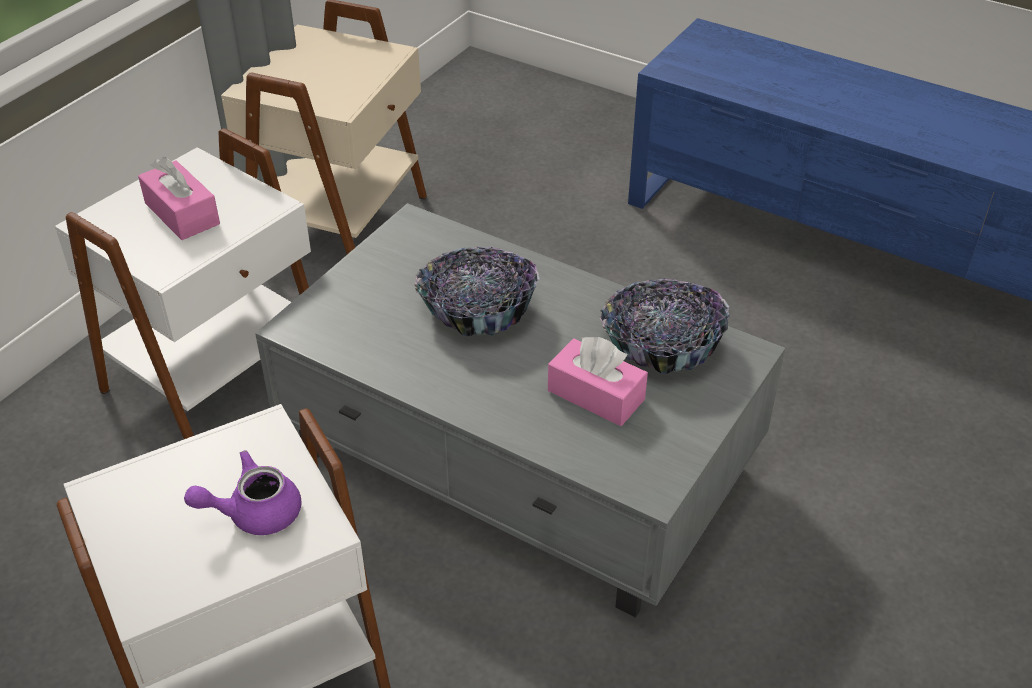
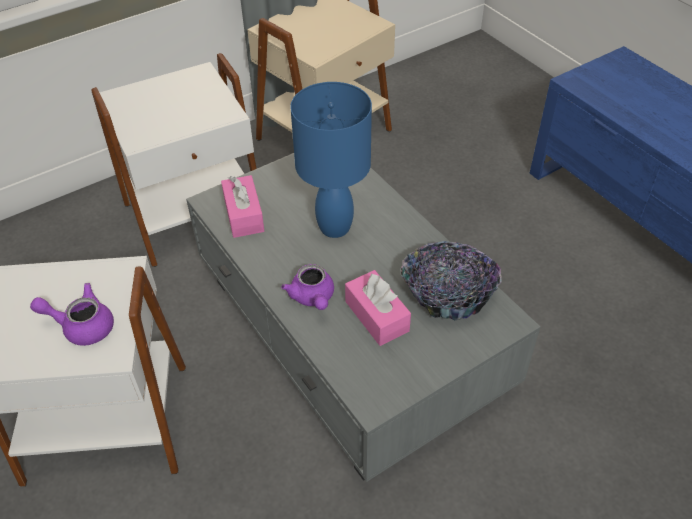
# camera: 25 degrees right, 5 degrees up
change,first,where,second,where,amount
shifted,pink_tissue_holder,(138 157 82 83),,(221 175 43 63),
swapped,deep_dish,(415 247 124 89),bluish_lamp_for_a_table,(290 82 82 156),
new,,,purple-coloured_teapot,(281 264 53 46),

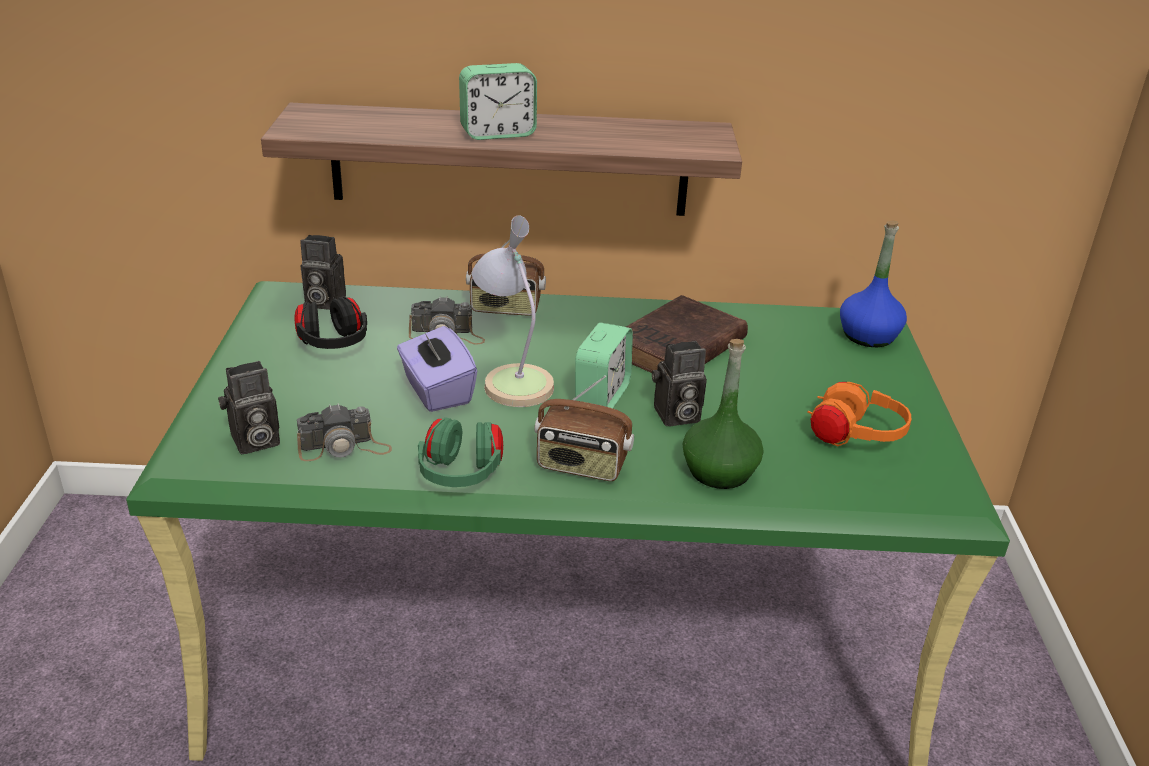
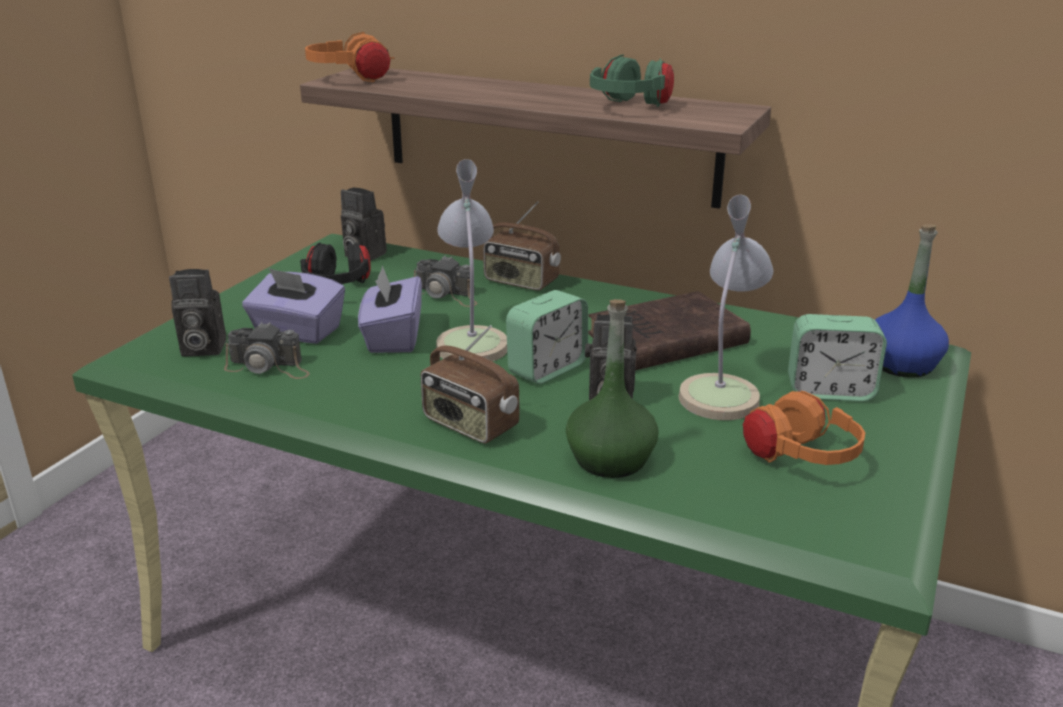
# camera: 25 degrees right, 5 degrees down
change,first,where,second,where,amount
shifted,bedside_clock,(459 63 78 77),,(788 314 99 88),
shifted,green-coloured_headphones,(418 417 85 70),,(590 55 84 52),
new,,,orangey_headphones,(305 32 89 50),
new,,,lamp_for_a_table,(679 195 94 225),
new,,,purple-coloured_tissue_holder,(242 268 103 76),

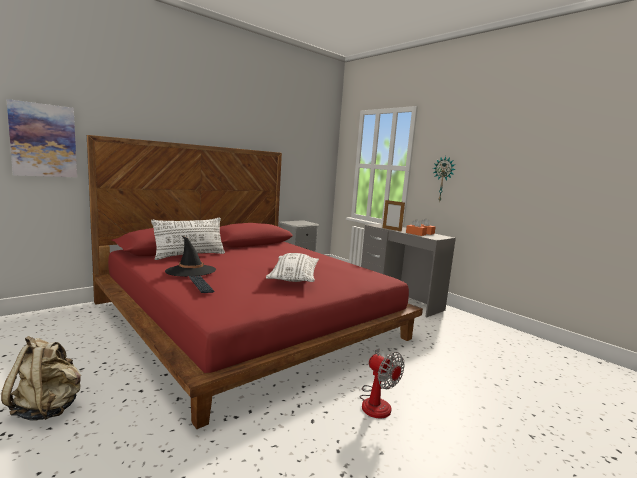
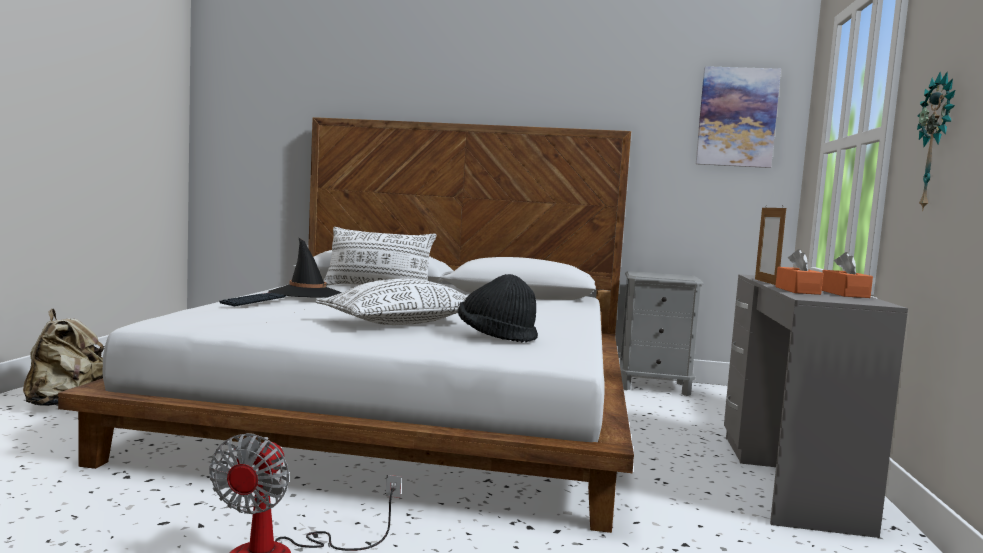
# camera: 50 degrees right, 5 degrees down
change,first,where,second,where,amount
shifted,picture,(6 99 71 78),,(696 66 85 102),
repainted,red_sleeping_bed,(87 135 336 294),white-coloured_sleeping_bed,(58 117 576 416),
new,,,blackish_wearable_hat,(458 274 80 69),

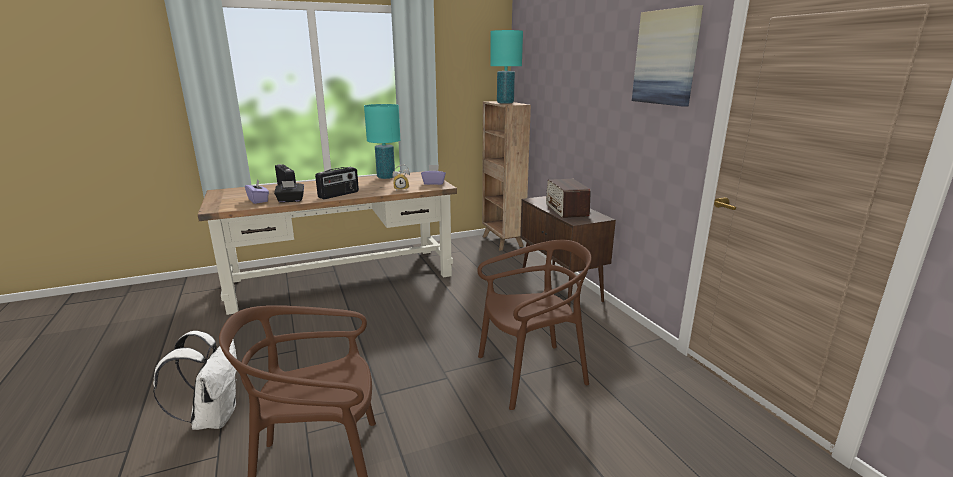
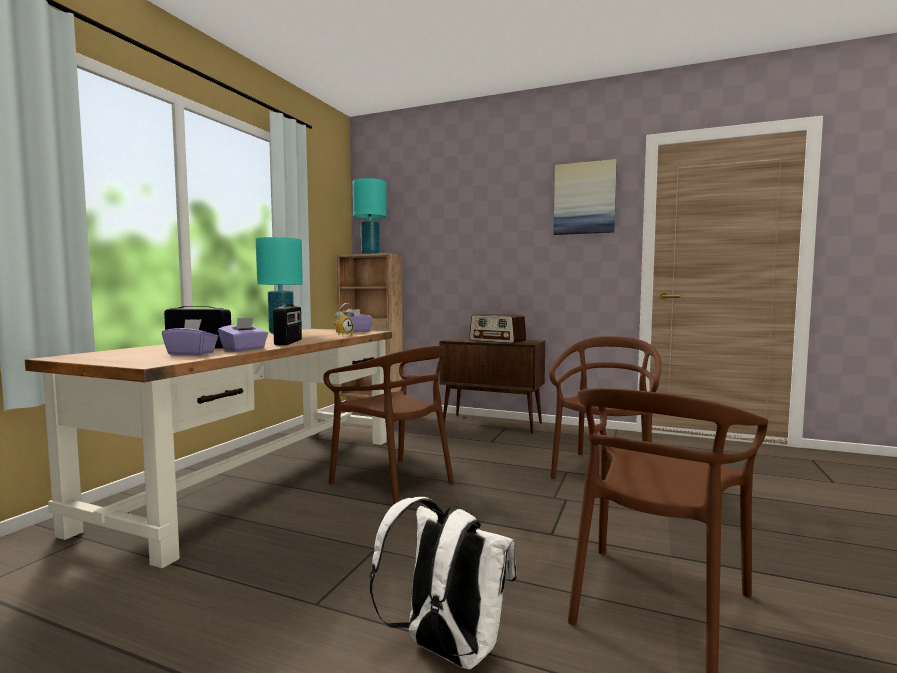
# camera: 45 degrees left, 15 degrees down
change,first,where,second,where,amount
repainted,blackish_tissue_holder,(274 181 30 22),purple-coloured_tissue_holder,(218 317 50 34),
new,,,brown_chair,(323 346 131 159),

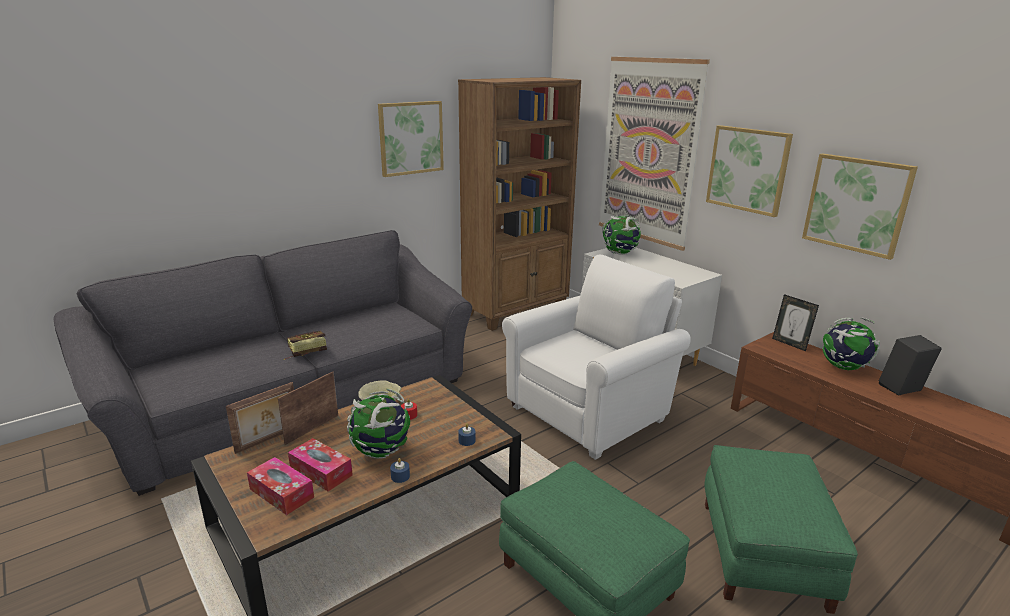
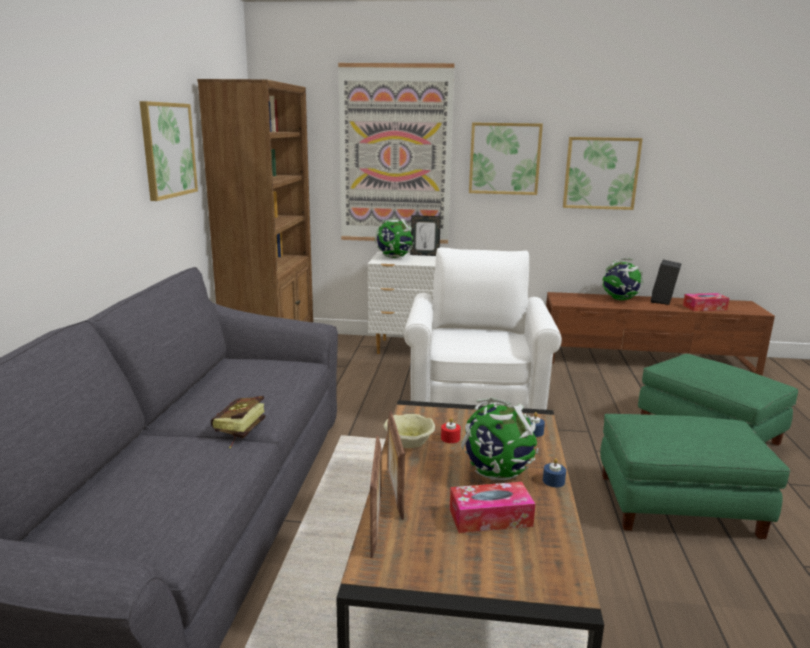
# camera: 45 degrees left, 5 degrees down
change,first,where,second,where,amount
shifted,picture_frame,(772 294 47 57),,(410 215 31 41),
shifted,tissue_holder,(247 457 67 58),,(683 293 46 18),

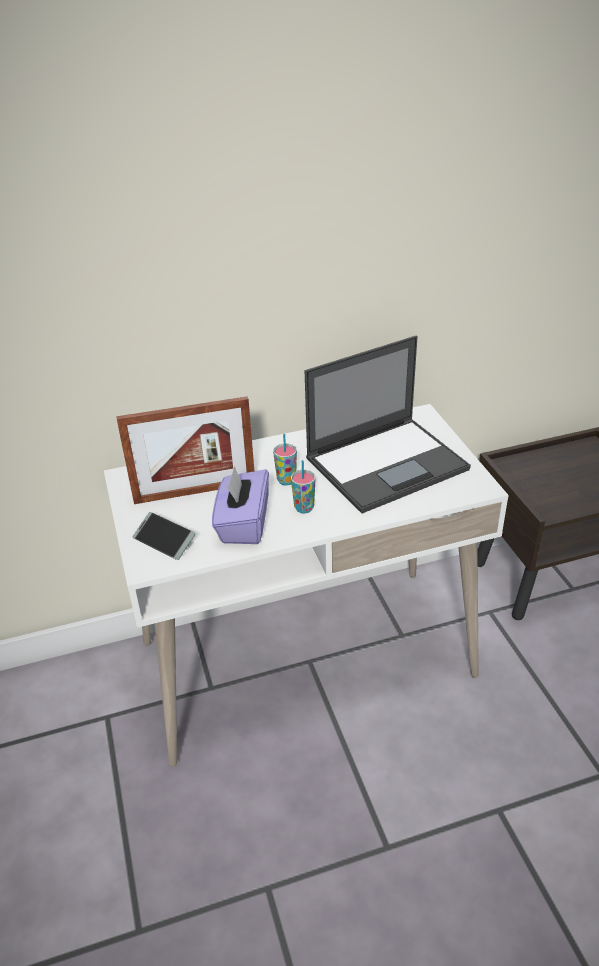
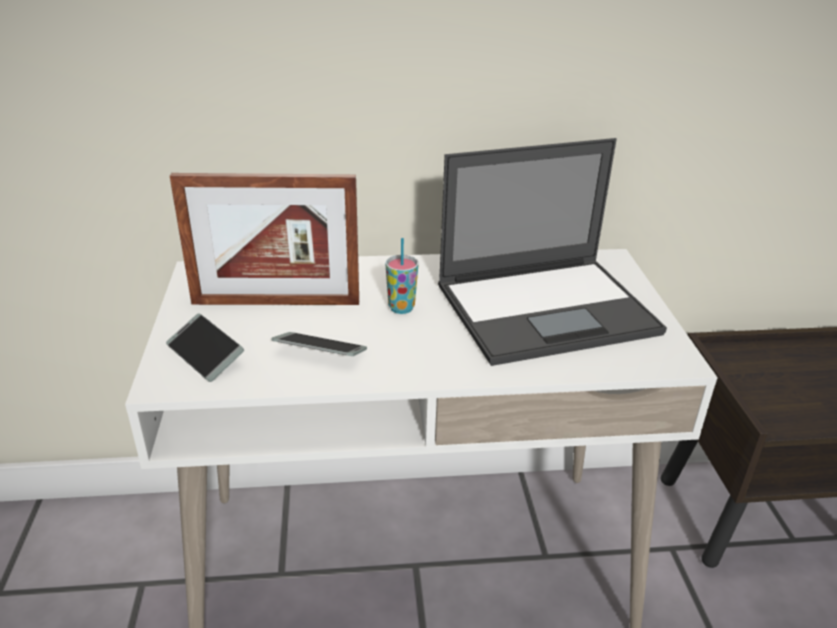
# camera: 10 degrees right, 5 degrees down
change,first,where,second,where,amount
gone,cup,(291 460 24 53),,,
swapped,purple-coloured_tissue_holder,(212 466 57 78),phone,(271 332 96 24),

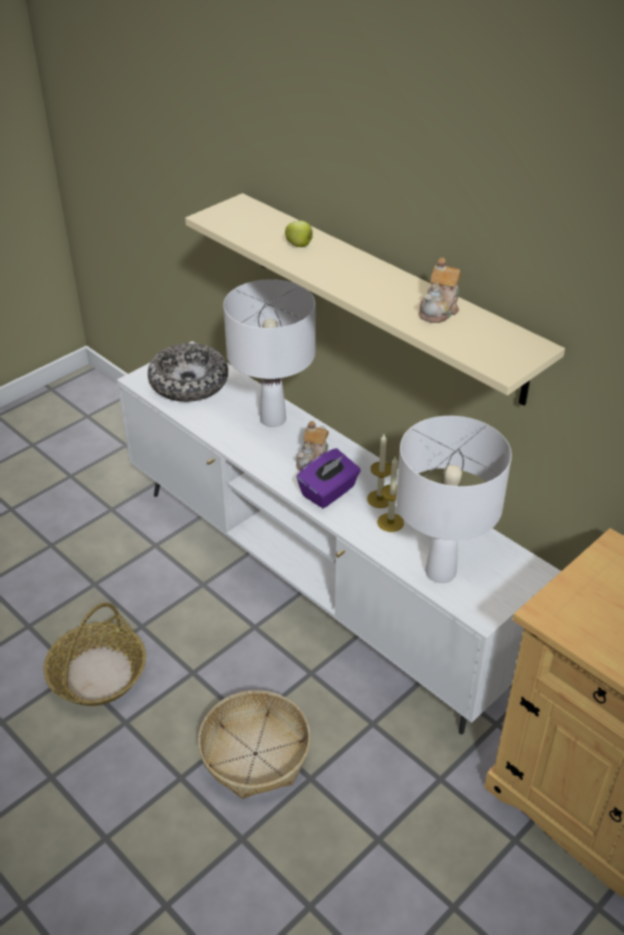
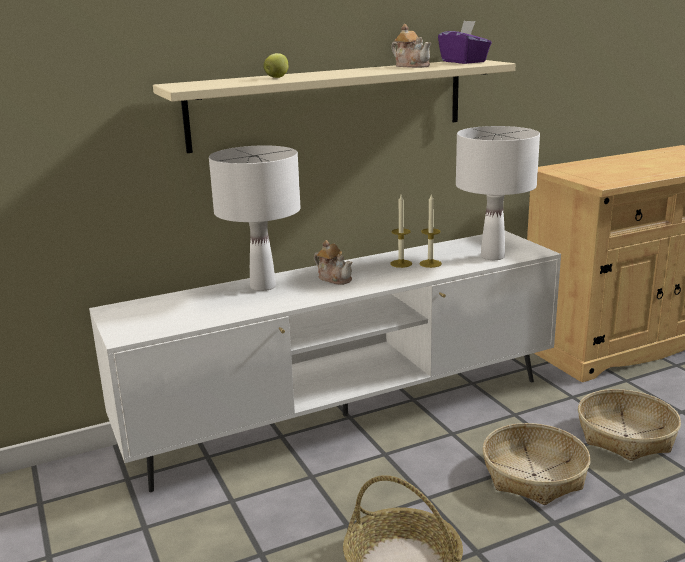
# camera: 70 degrees left, 20 degrees down
change,first,where,second,where,amount
gone,deep_dish,(148 343 80 59),,,
shifted,purple-coloured_tissue_holder,(297 448 64 60),,(438 21 54 43),
new,,,storage_basket,(578 389 103 72),

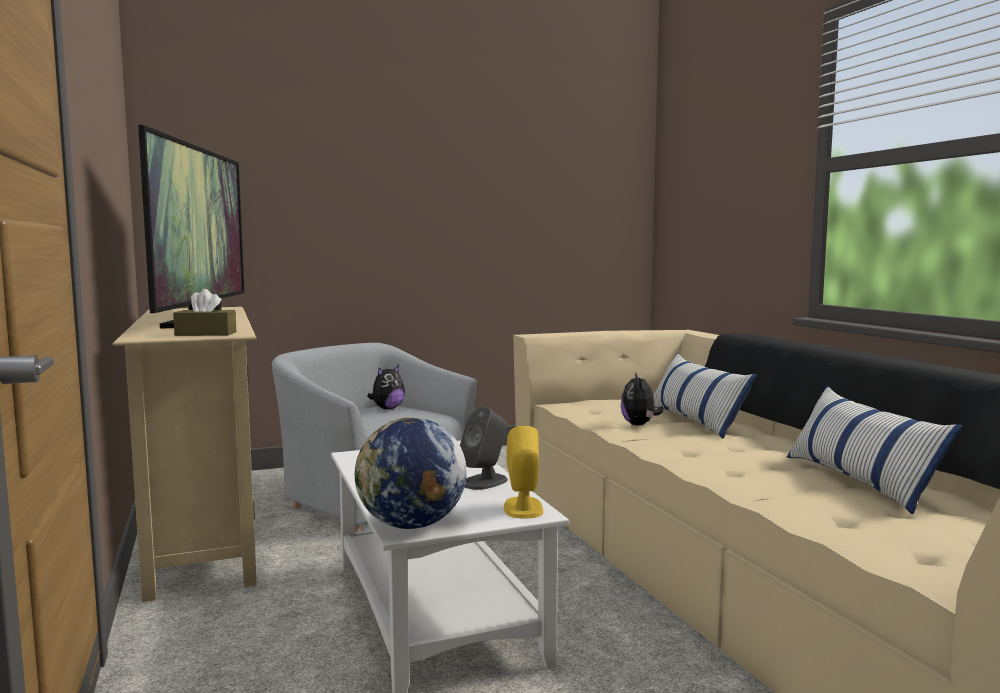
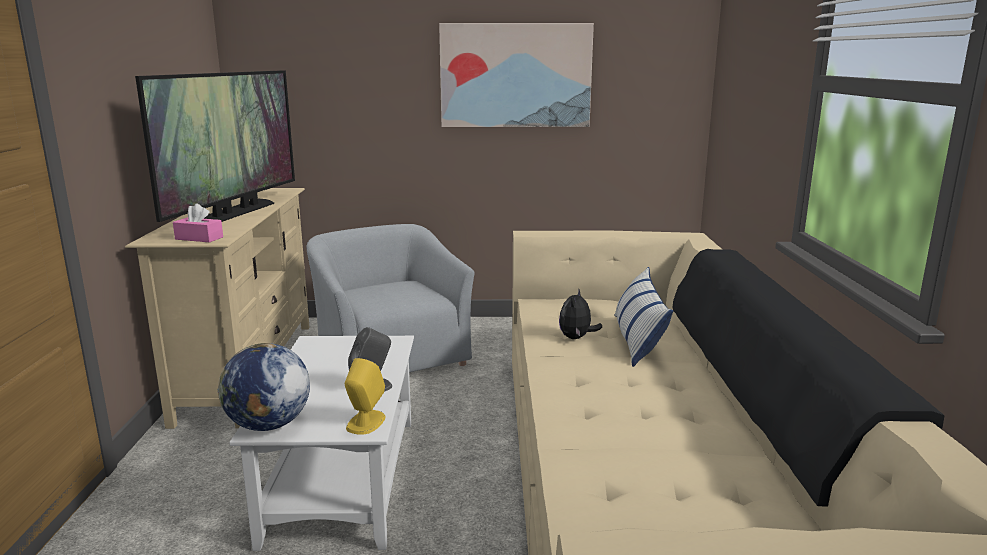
# camera: 20 degrees right, 10 degrees up
change,first,where,second,where,amount
repainted,brown_tissue_holder,(173 289 63 47),pink_tissue_holder,(173 204 50 38),
gone,soft_toy,(367 365 38 44),,,
gone,pillow,(787 386 175 128),,,
new,,,picture,(439 23 155 104),

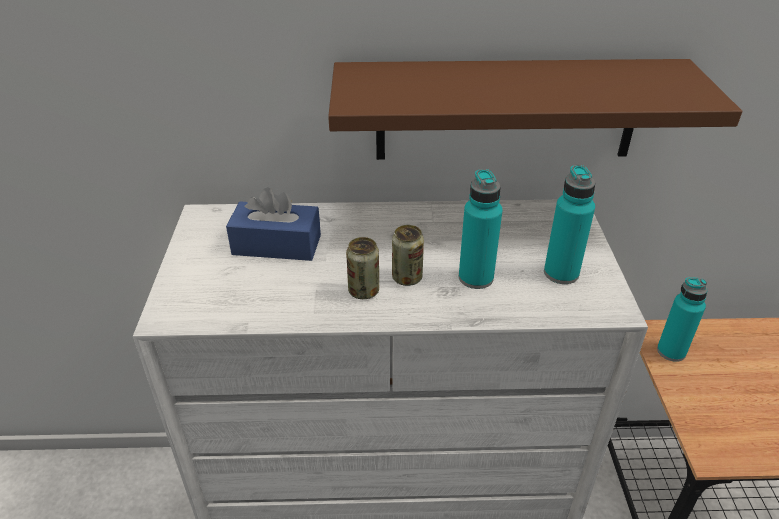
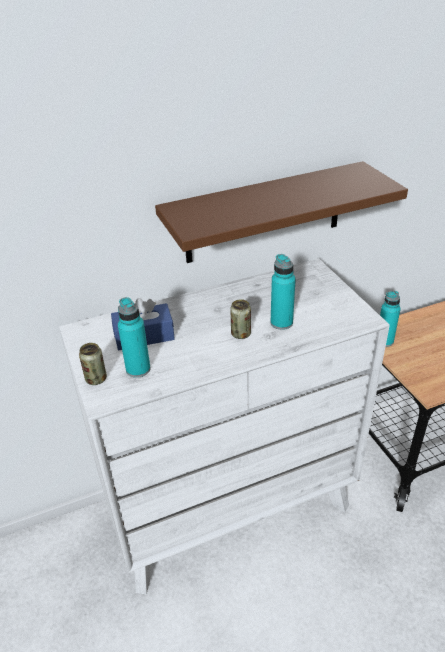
# camera: 20 degrees left, 0 degrees up
change,first,where,second,where,amount
shifted,turquoise-coloured_bottle,(544 165 51 119),,(118 297 32 81),
shifted,metal_can,(346 237 33 62),,(79 343 28 42),

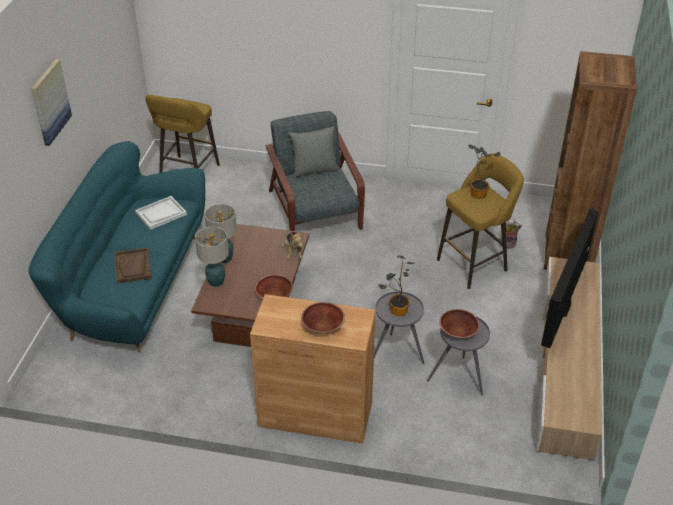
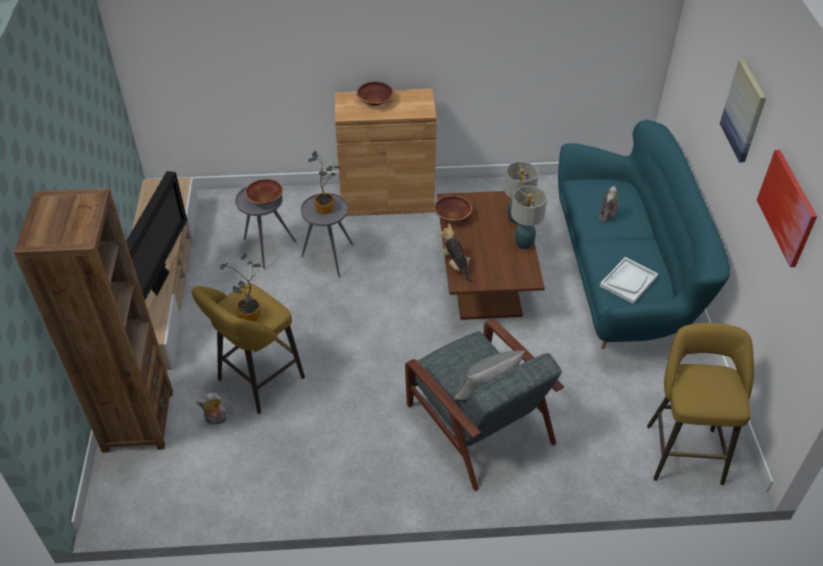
# camera: 165 degrees right, 5 degrees up
change,first,where,second,where,amount
swapped,brown_tray,(114 247 38 36),soft_toy,(599 186 20 37),
new,,,picture,(757 150 60 117),

